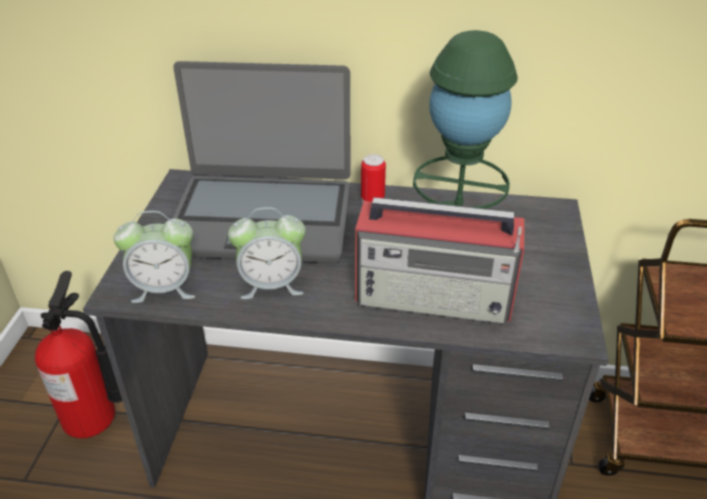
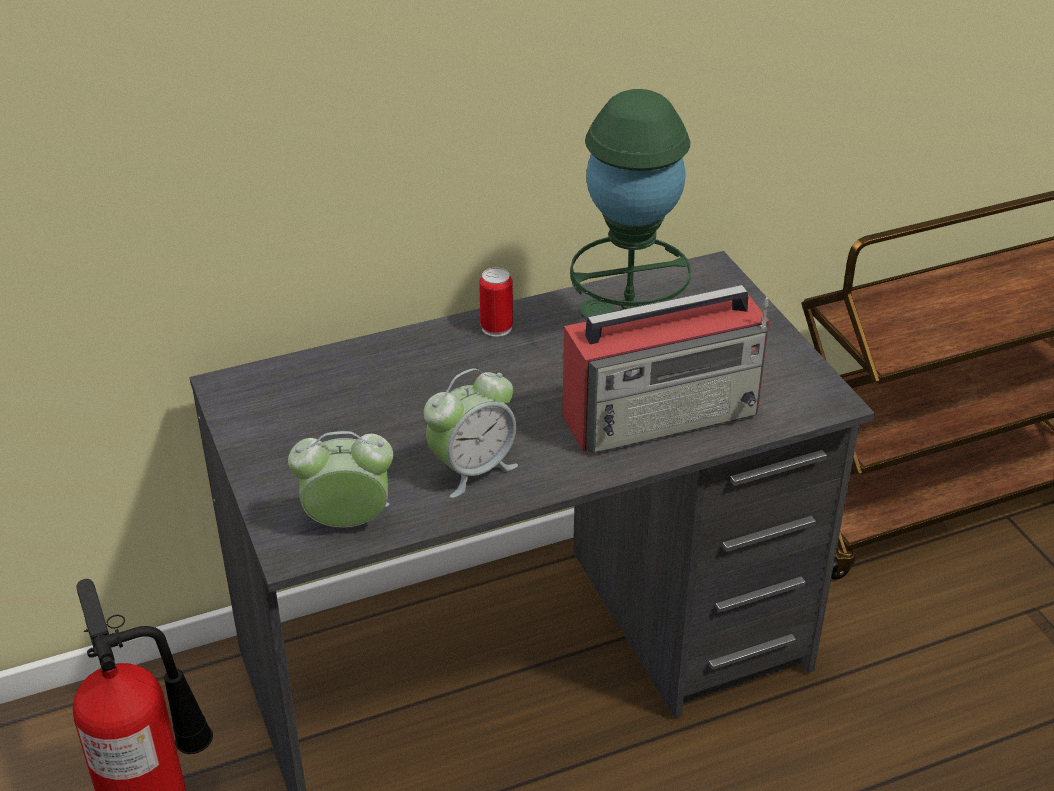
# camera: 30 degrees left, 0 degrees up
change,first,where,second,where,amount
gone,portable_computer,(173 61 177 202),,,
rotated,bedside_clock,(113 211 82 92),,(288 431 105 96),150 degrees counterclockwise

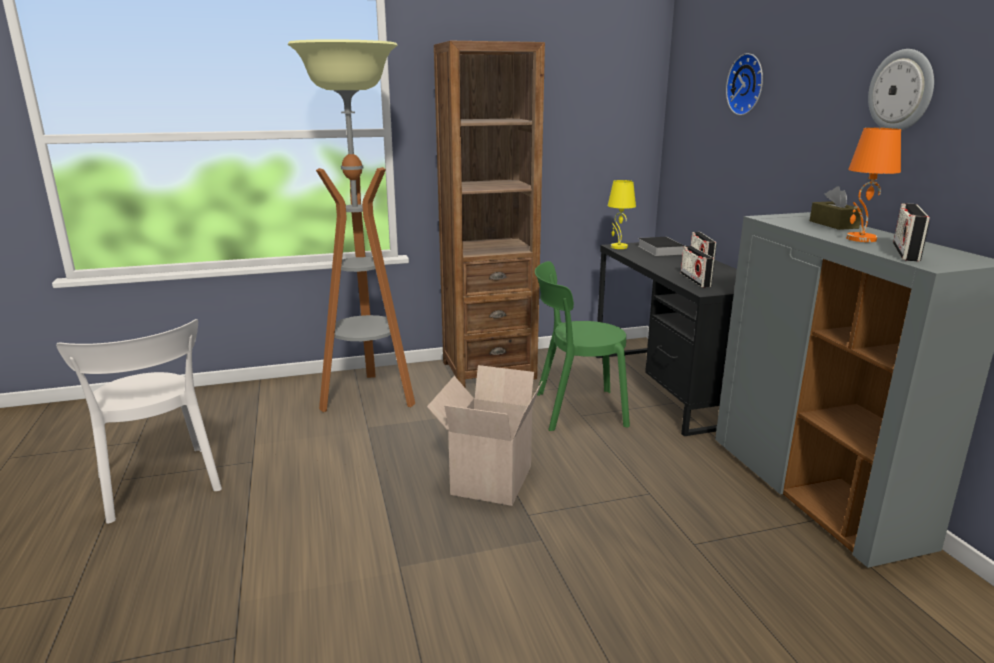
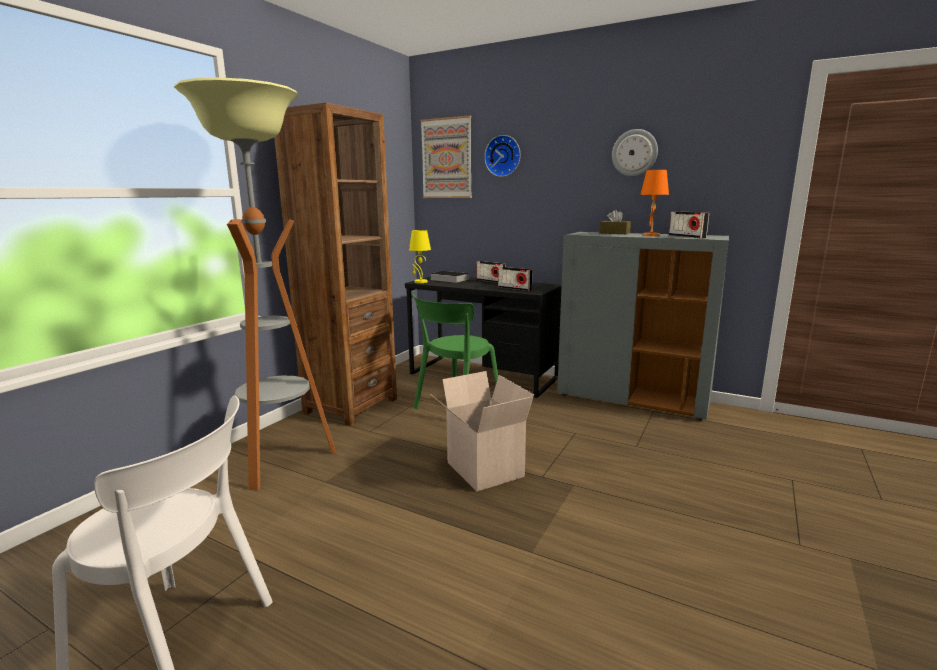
# camera: 45 degrees left, 5 degrees down
change,first,where,second,where,amount
new,,,picture,(420 115 52 83),

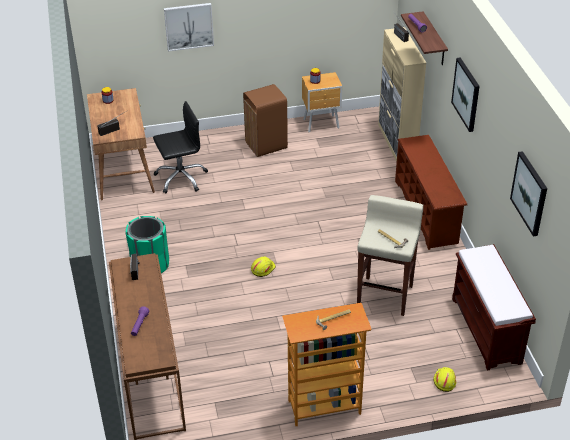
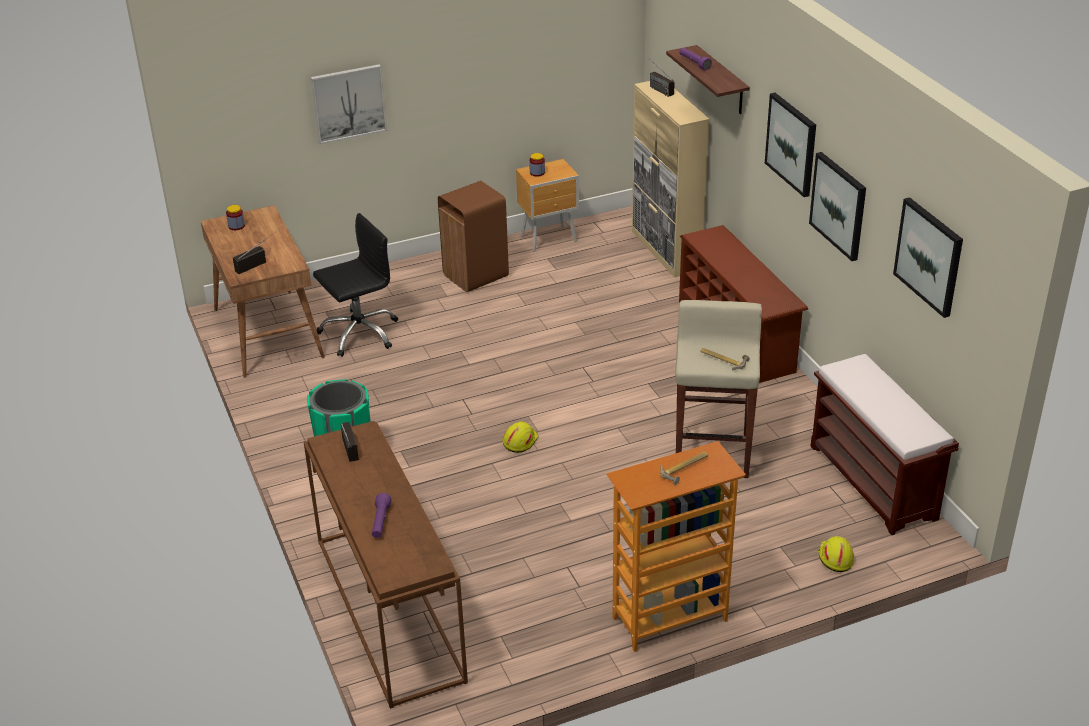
# camera: 10 degrees left, 5 degrees down
change,first,where,second,where,amount
new,,,picture,(809 152 57 109),

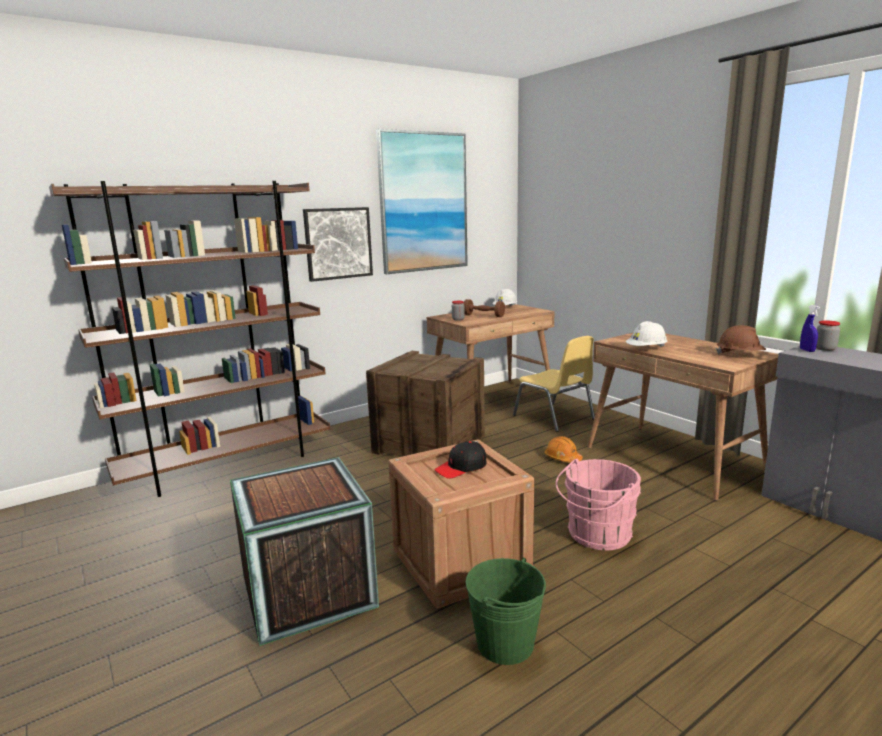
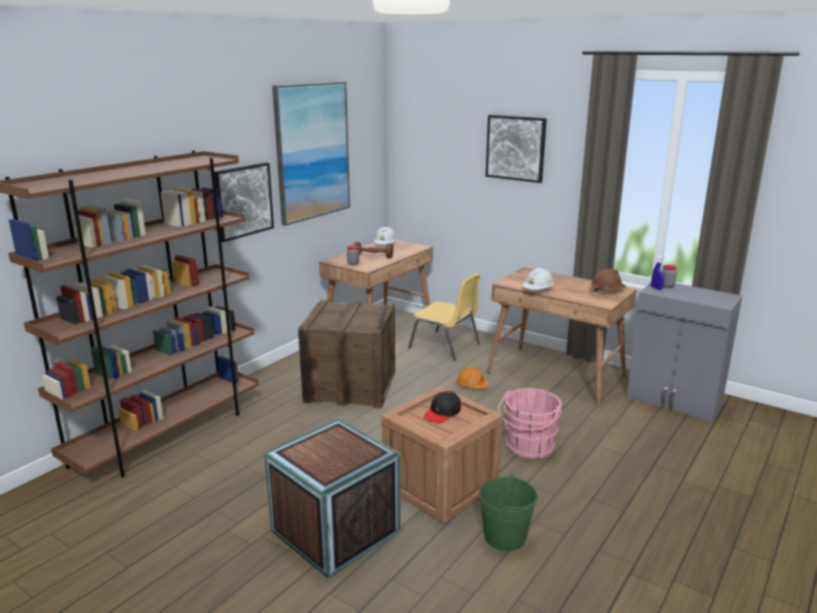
# camera: 20 degrees left, 5 degrees up
change,first,where,second,where,amount
new,,,picture,(486 115 61 68),

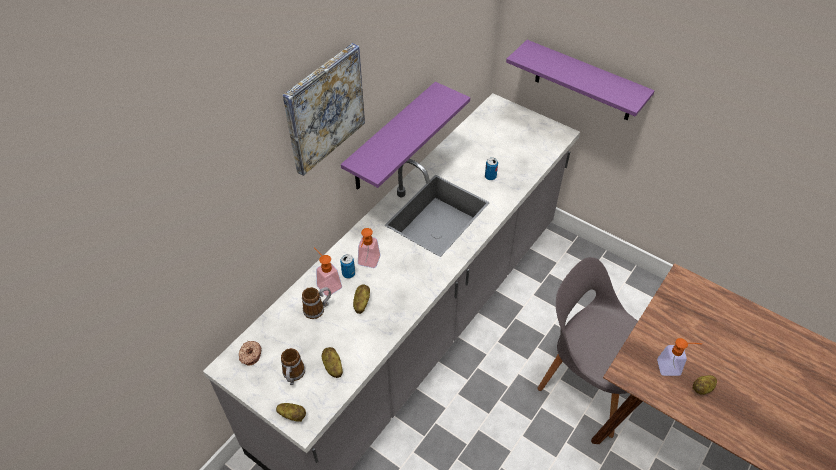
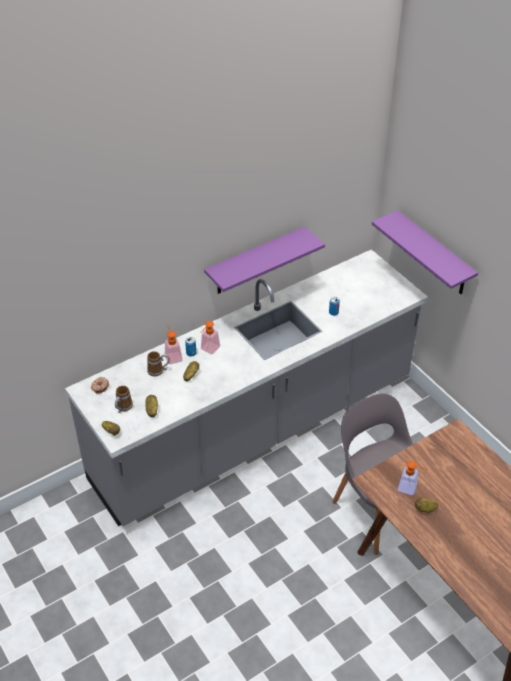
# camera: 20 degrees right, 5 degrees down
change,first,where,second,where,amount
gone,picture,(283 43 82 133),,,

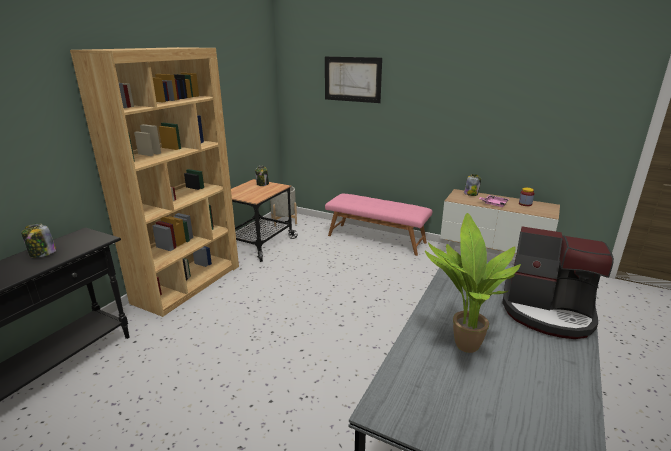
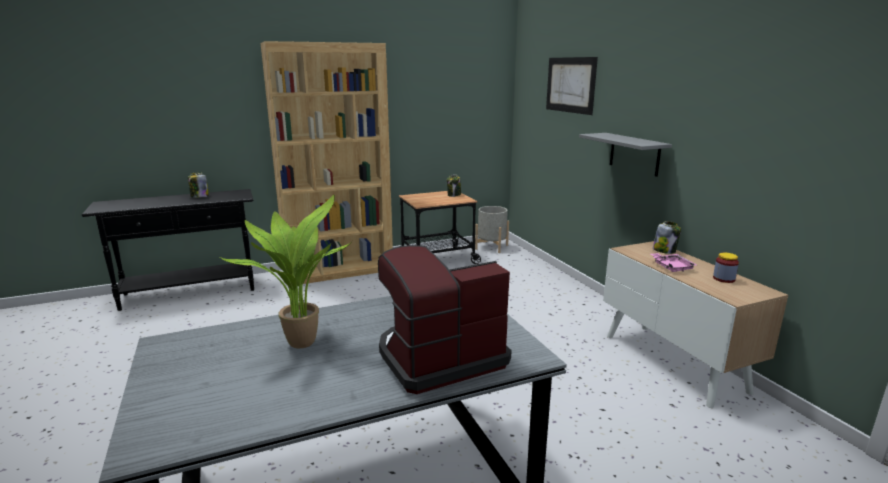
# camera: 40 degrees right, 5 degrees down
change,first,where,second,where,amount
gone,pink_indoor_bench,(325 193 107 63),,,
rotated,coffee_machine,(502 227 112 112),,(378 245 134 149),90 degrees clockwise
new,,,greyish_wall_shelf,(579 133 93 44),

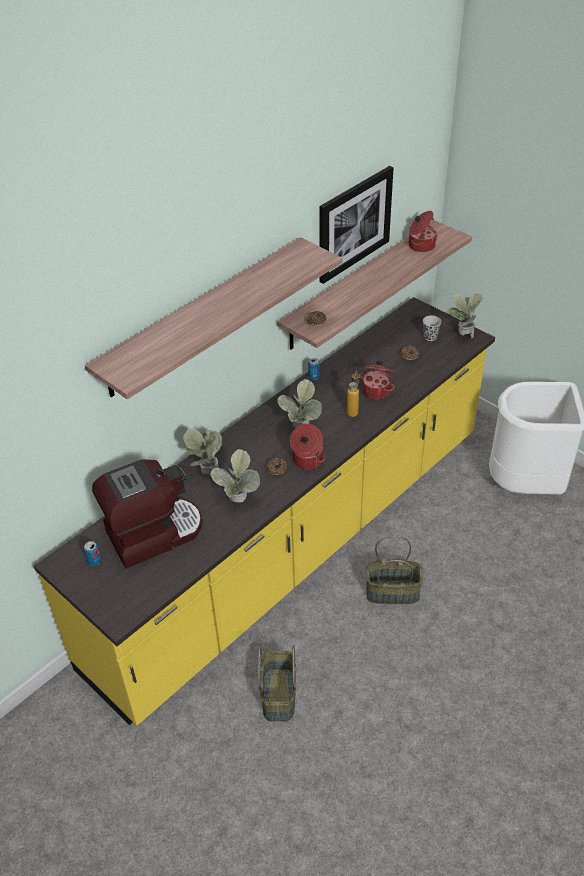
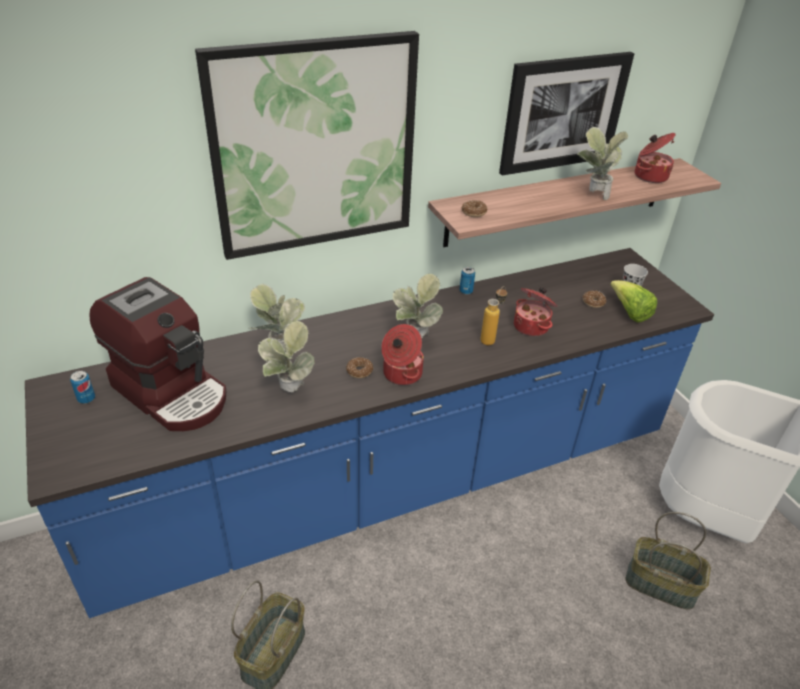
# camera: 20 degrees right, 5 degrees down
change,first,where,second,where,amount
swapped,wall_shelf,(85 237 257 162),picture,(195 31 224 229),
shifted,plant_in_a_pot,(446 294 37 45),,(577 127 51 73),
repainted,yellow_kitchen_base_unit,(34 297 461 429),bluish_kitchen_base_unit,(25 248 689 370),
rotated,coffee_machine,(92 459 110 110),,(90 277 136 154),45 degrees clockwise
shifted,storage_basket,(366 535 57 69),,(626 512 85 98),
new,,,lettuce,(610 280 47 43),

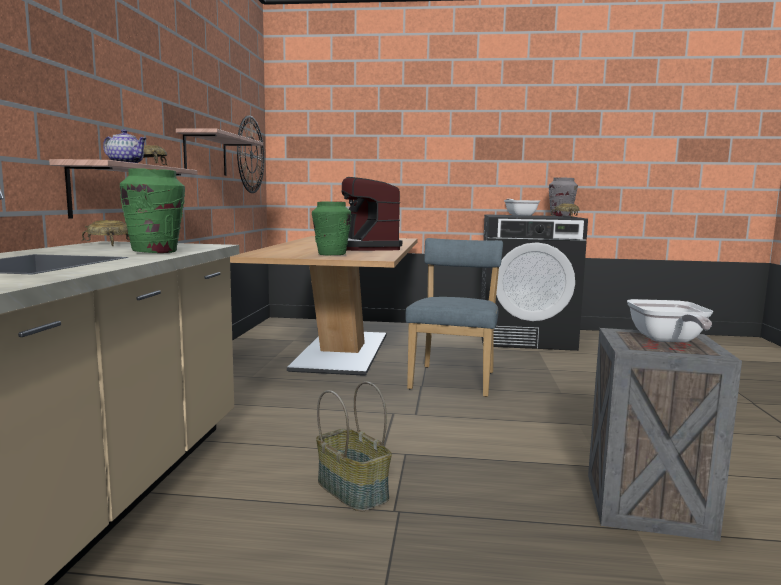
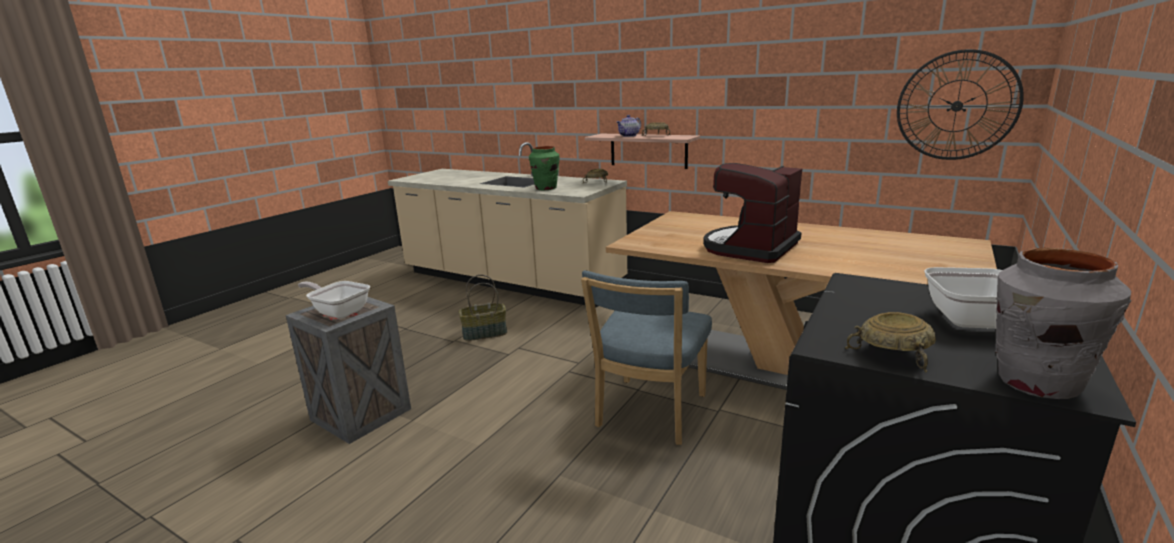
# camera: 115 degrees right, 10 degrees up
change,first,where,second,where,amount
gone,wall_shelf,(176 128 87 48),,,
rotated,coffee_machine,(341 177 61 74),,(703 163 99 100),60 degrees counterclockwise
gone,green-coloured_decorative_vase,(312 201 39 54),,,
rotated,bluish_chair,(405 238 98 159),,(581 270 131 175),75 degrees clockwise

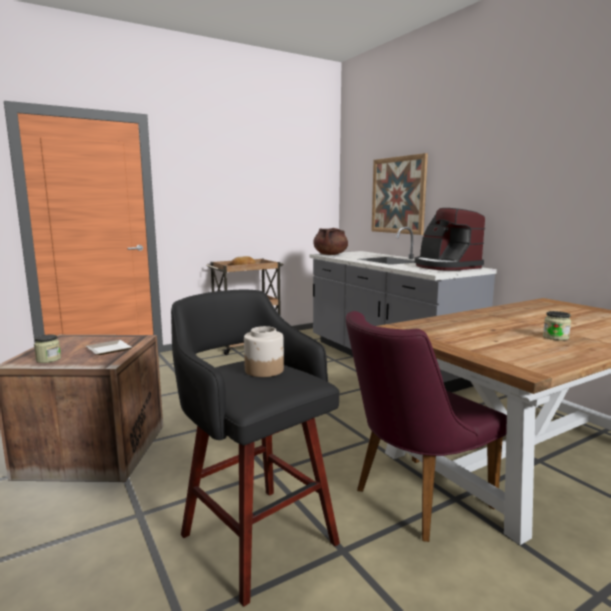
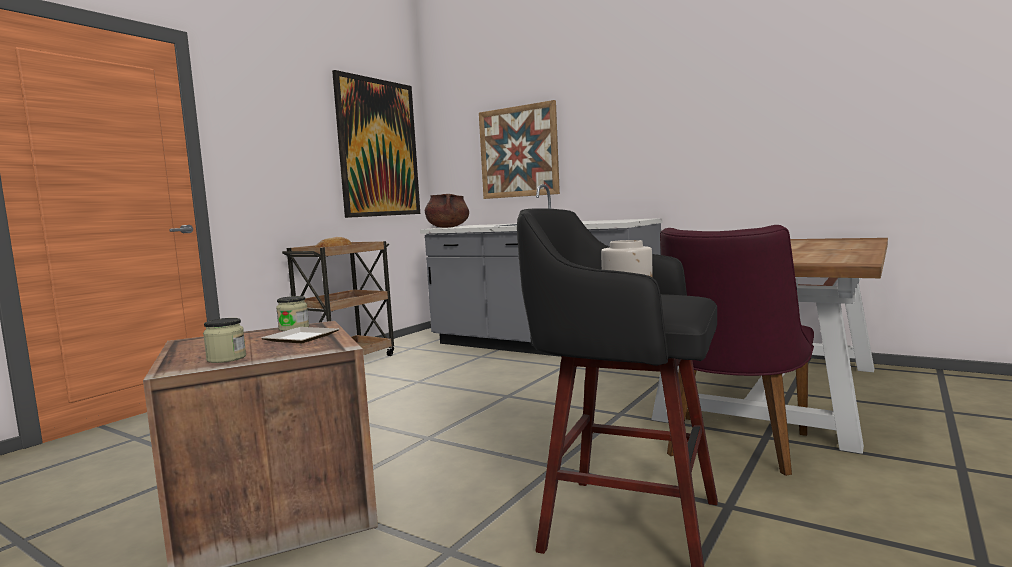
# camera: 25 degrees left, 5 degrees down
change,first,where,second,where,amount
gone,coffee_machine,(414 208 71 63),,,
shifted,storage_jar,(543 311 28 30),,(276 296 33 35),
new,,,picture,(332 70 88 148),

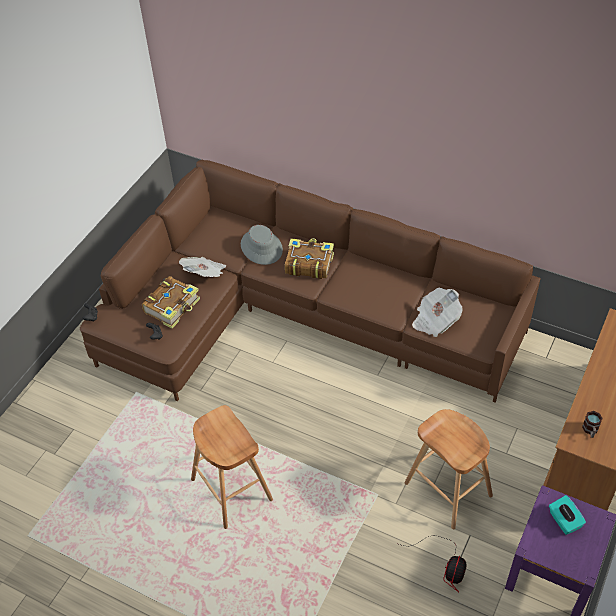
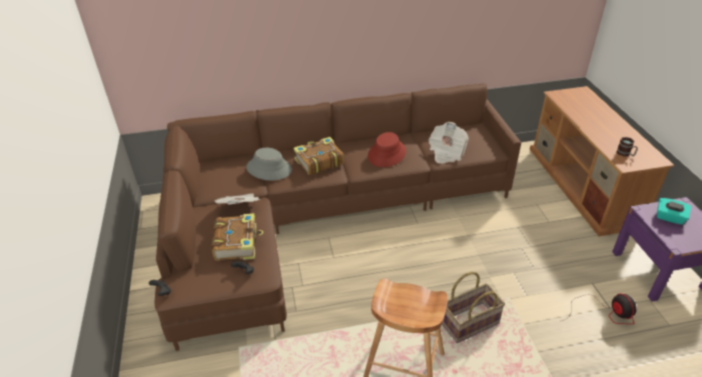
# camera: 40 degrees left, 10 degrees down
change,first,where,second,where,amount
gone,brown_sitting_stool,(404 409 89 120),,,
new,,,red_wearable_hat,(368 132 38 35),
new,,,storage_basket,(442 272 63 71),

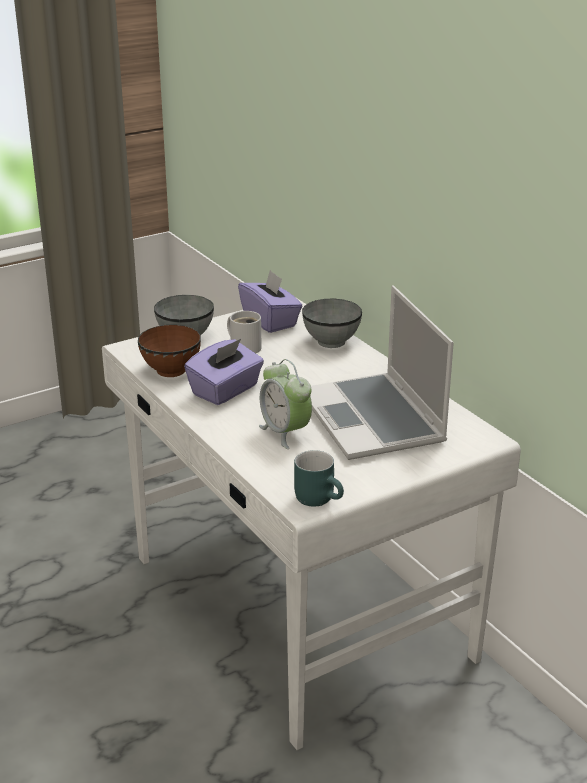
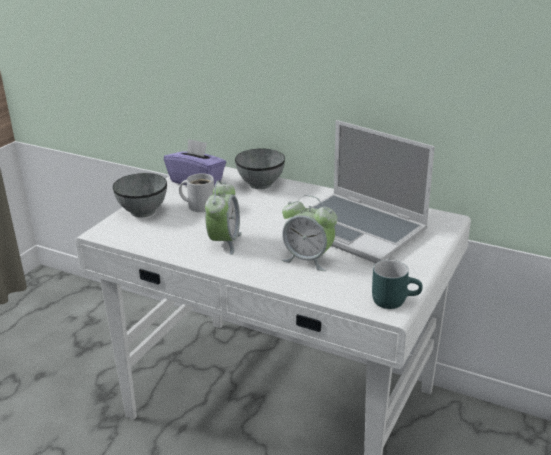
# camera: 30 degrees left, 0 degrees up
change,first,where,second,where,amount
gone,brown_deep_dish,(138 325 63 52),,,
swapped,purple-coloured_tissue_holder,(184 339 80 66),bedside_clock,(205 180 37 75),

